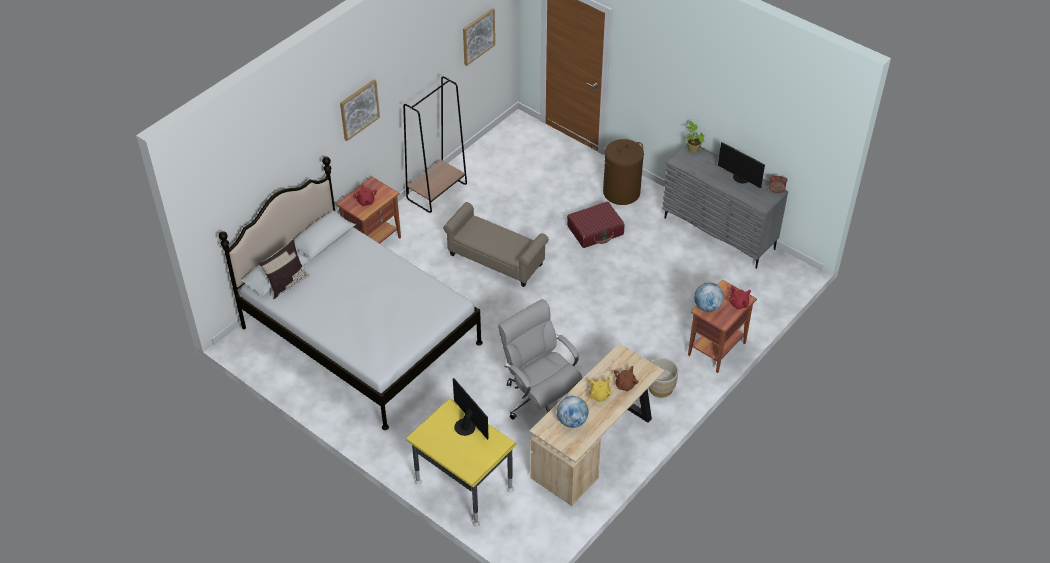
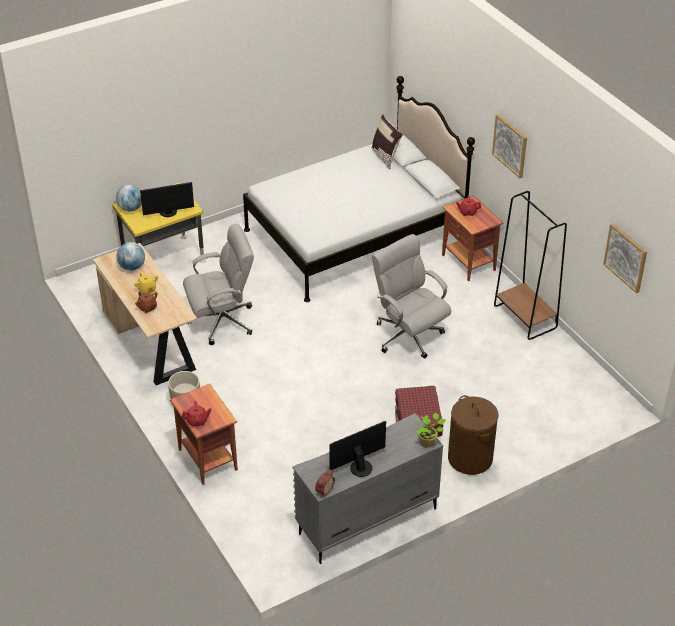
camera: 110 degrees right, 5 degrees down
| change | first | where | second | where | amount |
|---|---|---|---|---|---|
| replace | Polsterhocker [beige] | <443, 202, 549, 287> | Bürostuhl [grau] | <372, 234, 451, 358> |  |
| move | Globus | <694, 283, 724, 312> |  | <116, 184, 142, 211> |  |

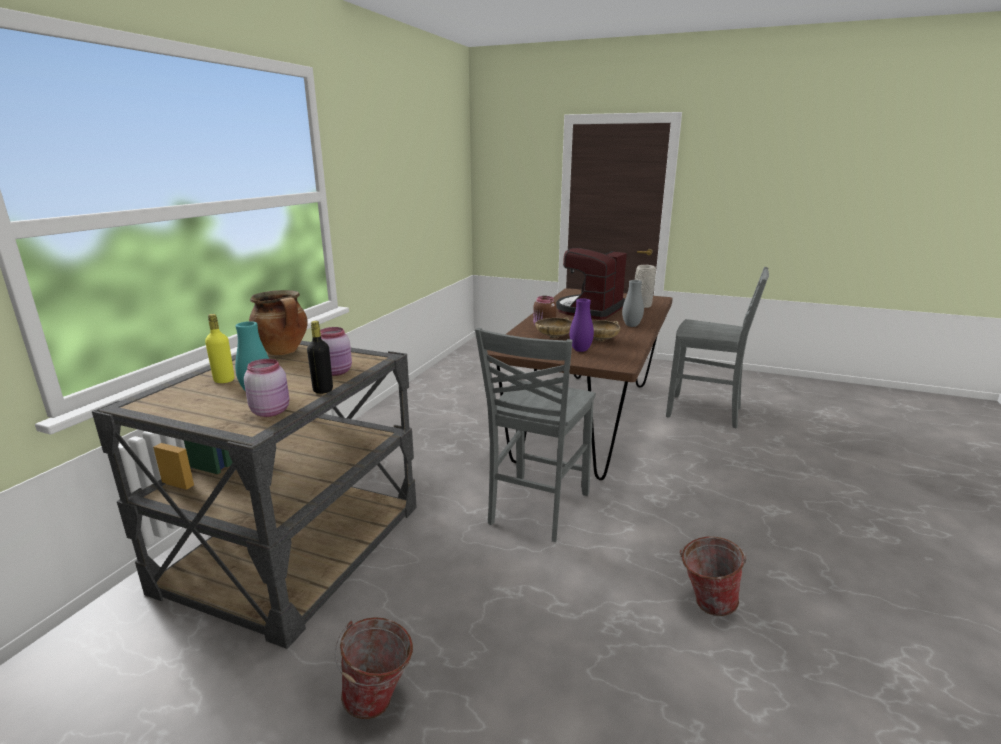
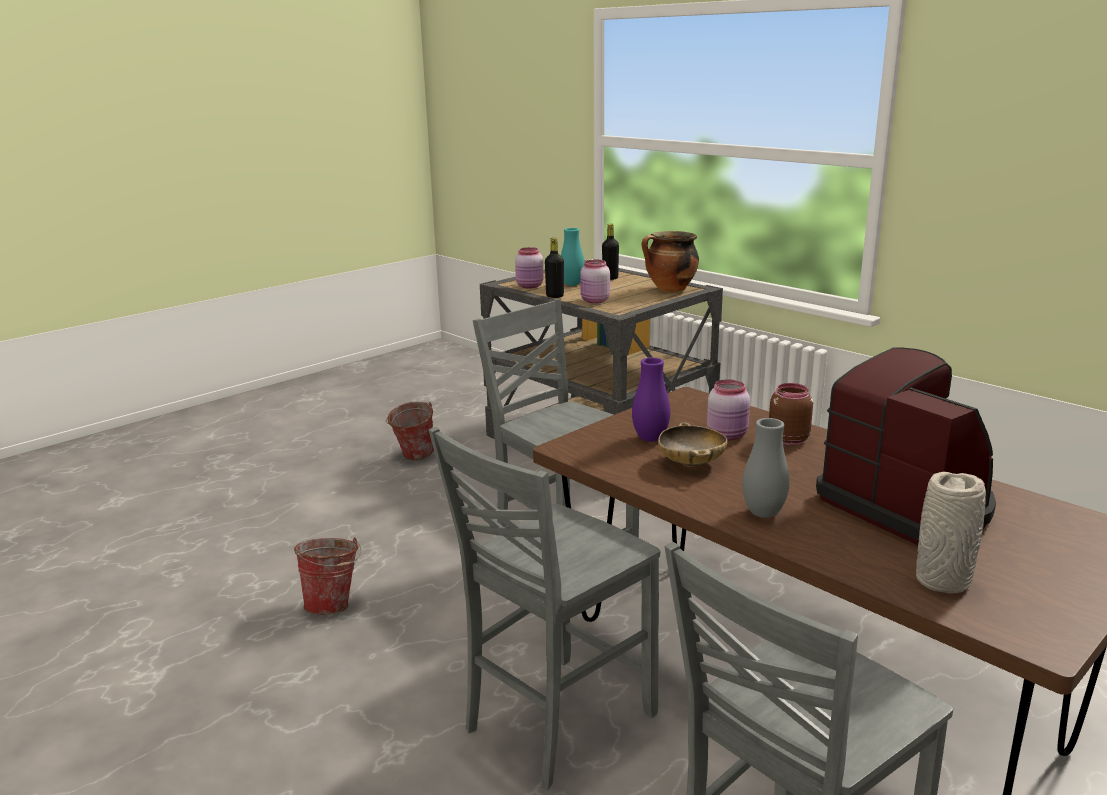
camera: 115 degrees right, 0 degrees up
| change | first | where | second | where | amount |
|---|---|---|---|---|---|
| recolor | Flasche [gelb] | <205, 314, 234, 383> | Flasche [schwarz] | <602, 224, 619, 280> |  |
| replace | Schüssel [beige] | <535, 317, 572, 339> | Vorratsglas [rosa] | <707, 379, 750, 441> |  |
| insert |  |  | Stuhl [grau] | <429, 427, 660, 790> |  |

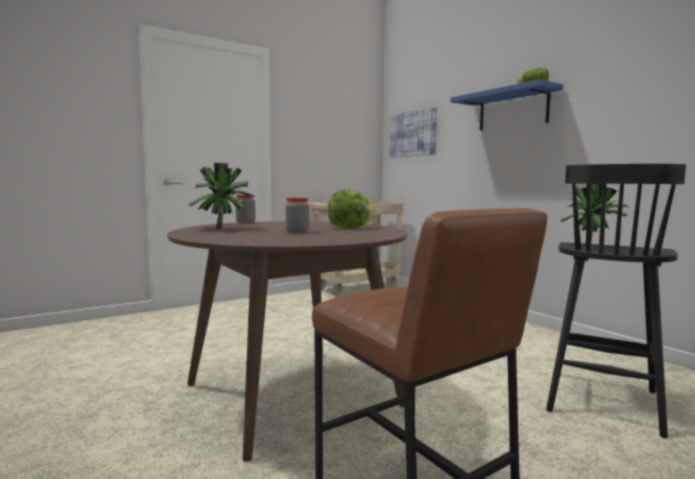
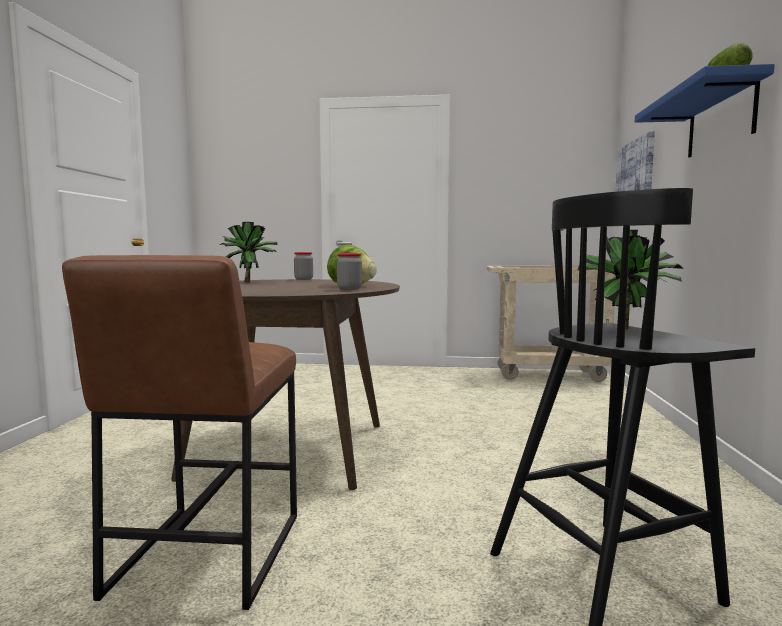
camera: 40 degrees right, 0 degrees up
| change | first | where | second | where | amount |
|---|---|---|---|---|---|
| move | Vorratsglas | <286, 197, 309, 233> |  | <337, 253, 362, 290> |  |

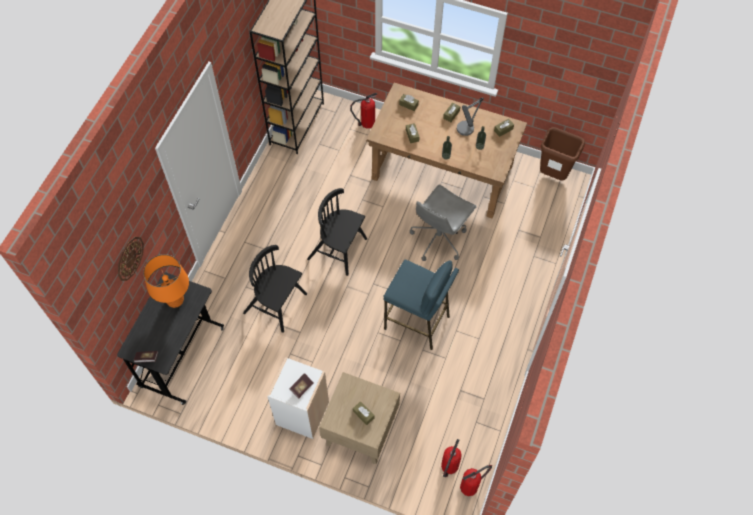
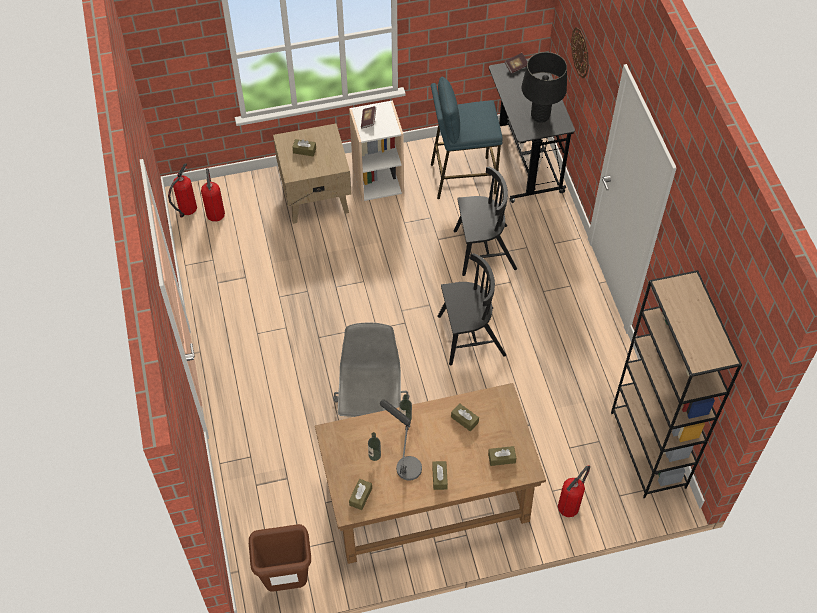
camera: 145 degrees right, 5 degrees down
| change | first | where | second | where | amount |
|---|---|---|---|---|---|
| recolor | Tischlampe [orange] | <143, 254, 189, 308> | Tischlampe [schwarz] | <522, 52, 567, 122> |  |
| move | Hocker [blau] | <383, 260, 459, 350> |  | <431, 77, 503, 199> |  |

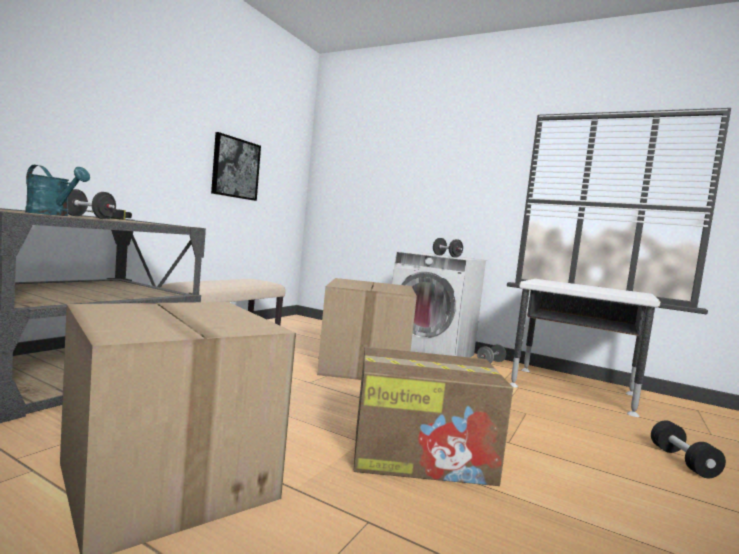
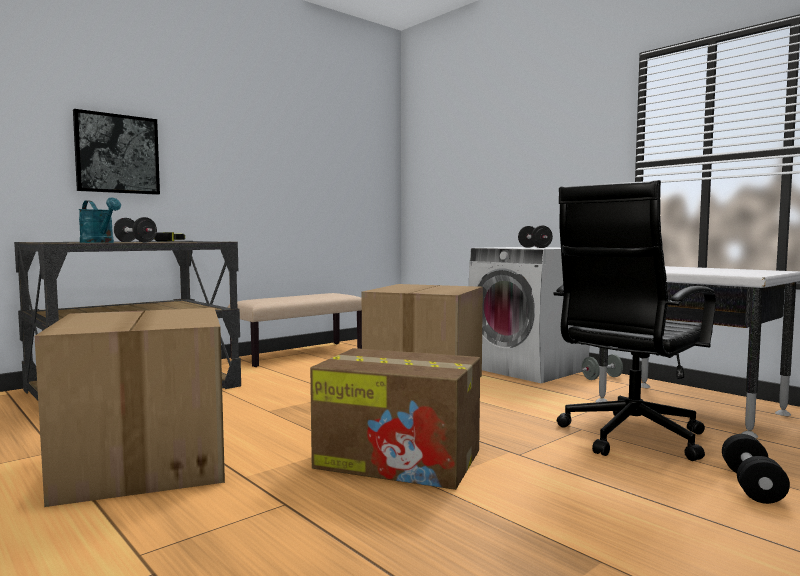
camera: 20 degrees right, 0 degrees up
| change | first | where | second | where | amount |
|---|---|---|---|---|---|
| move | Bild | <211, 132, 261, 201> |  | <73, 109, 160, 195> |  |
| insert |  |  | Bürostuhl [schwarz] | <553, 180, 716, 461> |  |

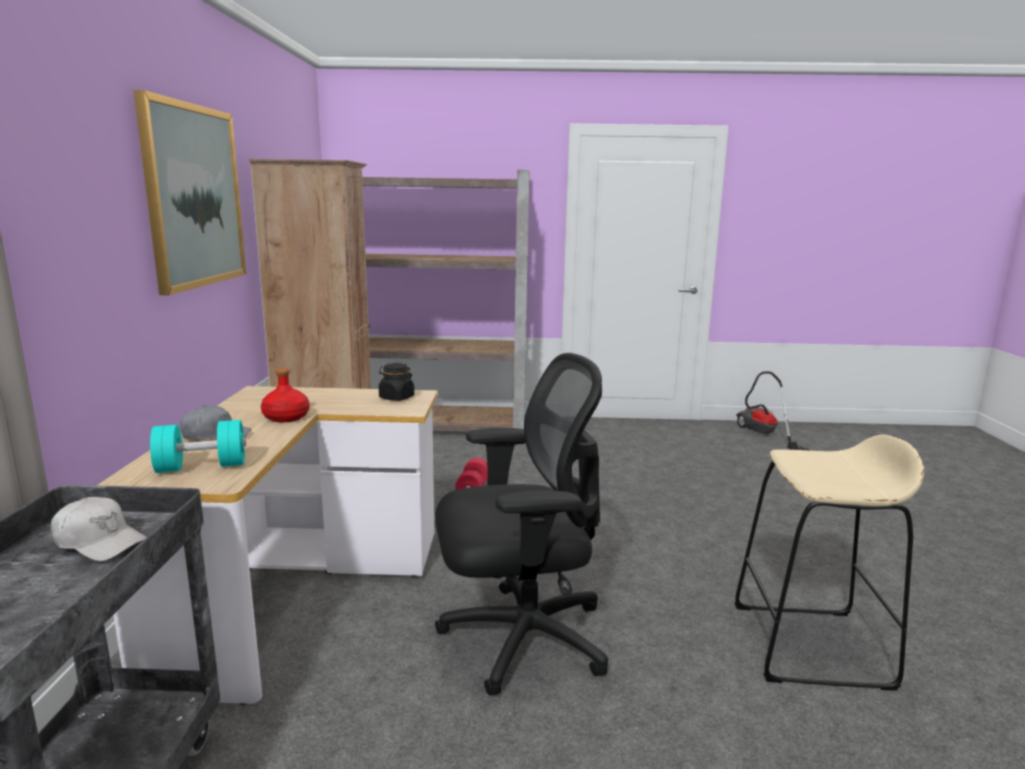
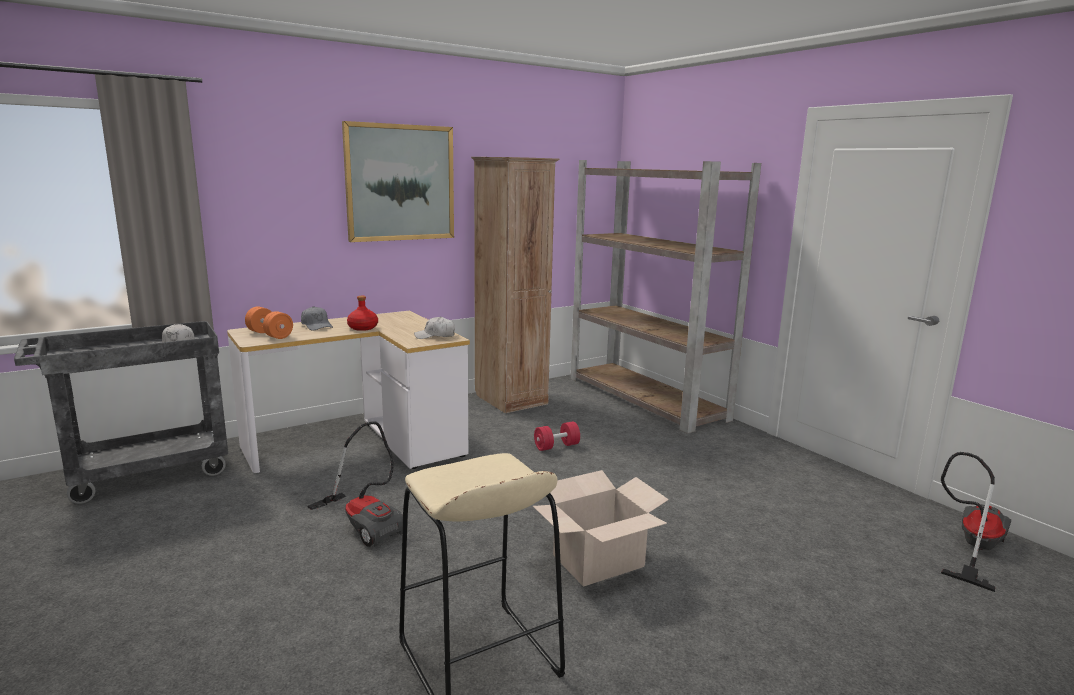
camera: 55 degrees right, 0 degrees up
| change | first | where | second | where | amount |
|---|---|---|---|---|---|
| replace | Bürostuhl [schwarz] | <435, 353, 608, 696> | Staubsauger | <307, 421, 403, 547> |  |
| replace | Vorratsglas [schwarz] | <379, 363, 414, 401> | Kappe [weiß] | <414, 317, 455, 339> |  |
| recolor | Hantel [türkis] | <150, 420, 246, 473> | Hantel [orange] | <245, 307, 293, 339> |  |
| insert |  |  | Karton | <533, 470, 669, 587> |  |

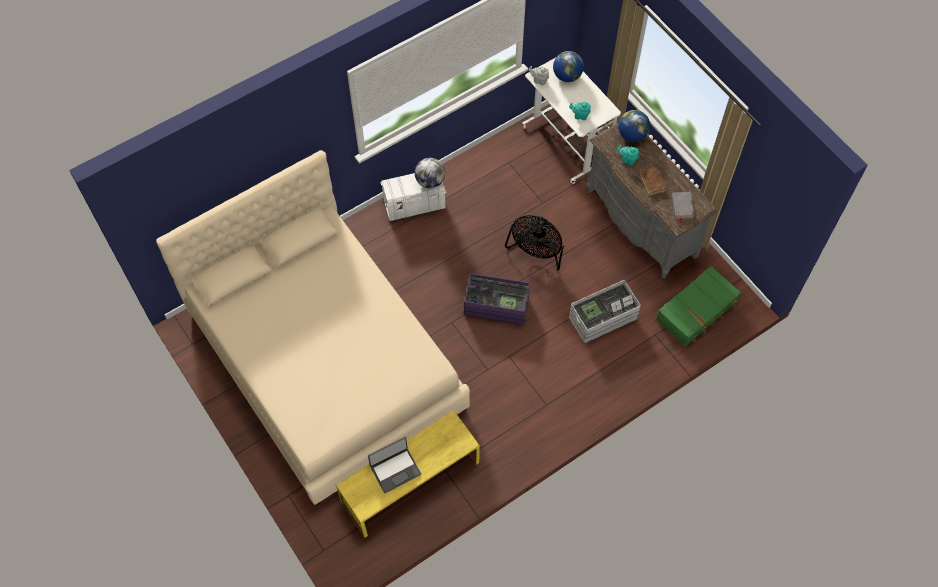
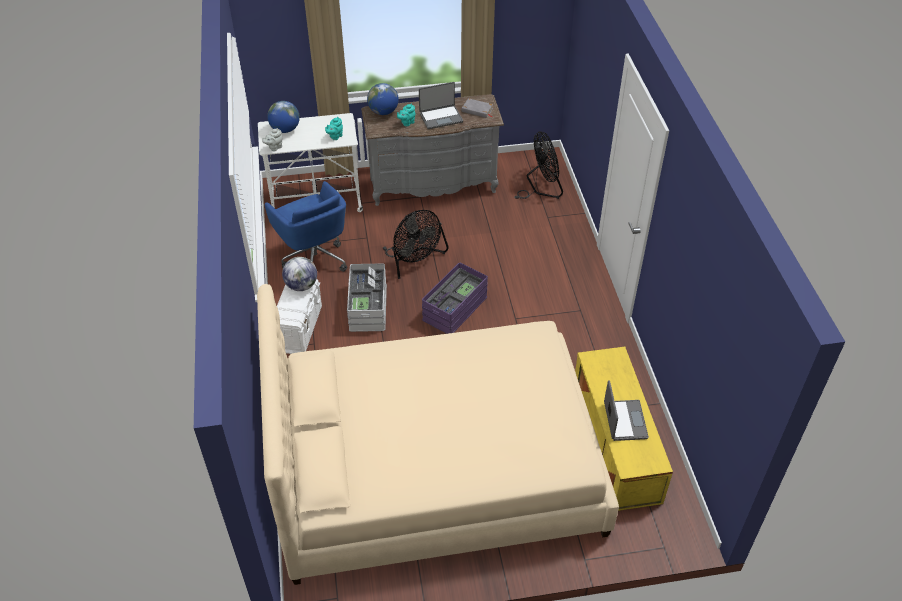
camera: 65 degrees left, 15 degrees down
| change | first | where | second | where | amount |
|---|---|---|---|---|---|
| replace | Buch [braun] | <639, 167, 667, 196> | Laptop | <419, 82, 463, 129> |  |
| replace | Koffer [grün] | <656, 266, 741, 347> | Ventilator [schwarz] | <514, 131, 563, 199> |  |
| move | Aufbewahrungsbox [grau] | <569, 280, 641, 343> |  | <347, 263, 387, 332> |  |
| insert |  |  | Bürostuhl [blau] | <265, 181, 347, 272> |  |

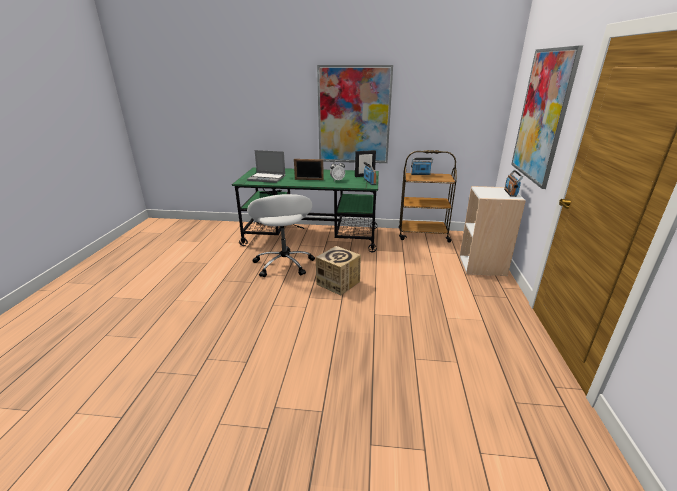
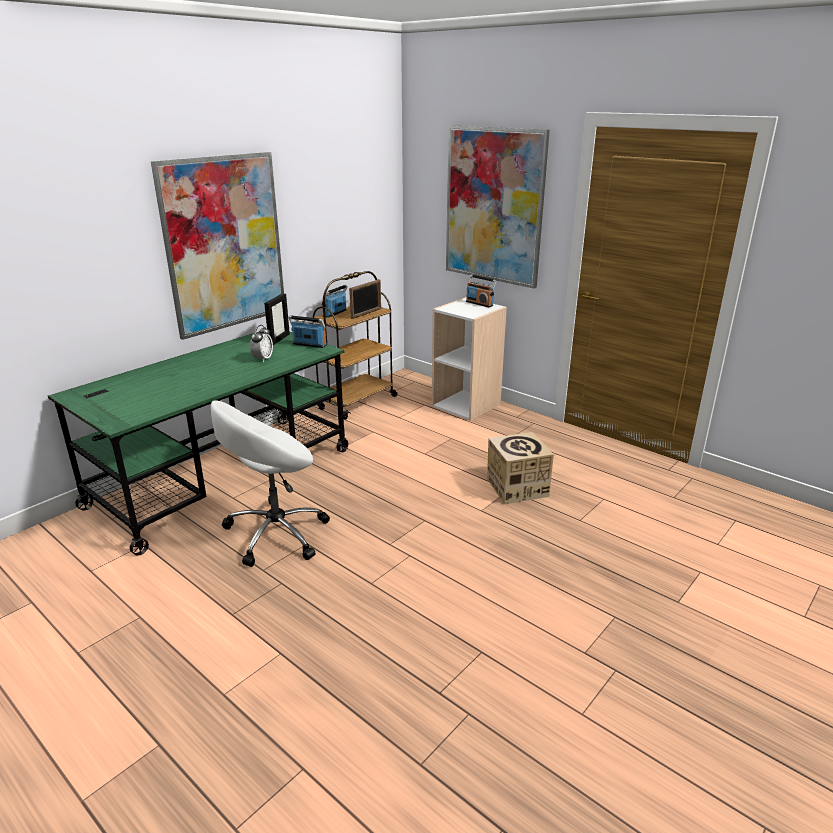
camera: 55 degrees left, 0 degrees up
| change | first | where | second | where | amount |
|---|---|---|---|---|---|
| delete | Laptop | <247, 150, 286, 183> |  |  |  |
| move | Bilderrahmen | <294, 159, 324, 180> |  | <349, 279, 381, 319> |  |
| rotate | Bürostuhl [weiß] | <247, 194, 315, 277> |  | <211, 400, 330, 567> | 120 degrees clockwise |
| move | Karton | <316, 246, 361, 296> |  | <487, 432, 554, 504> |  |

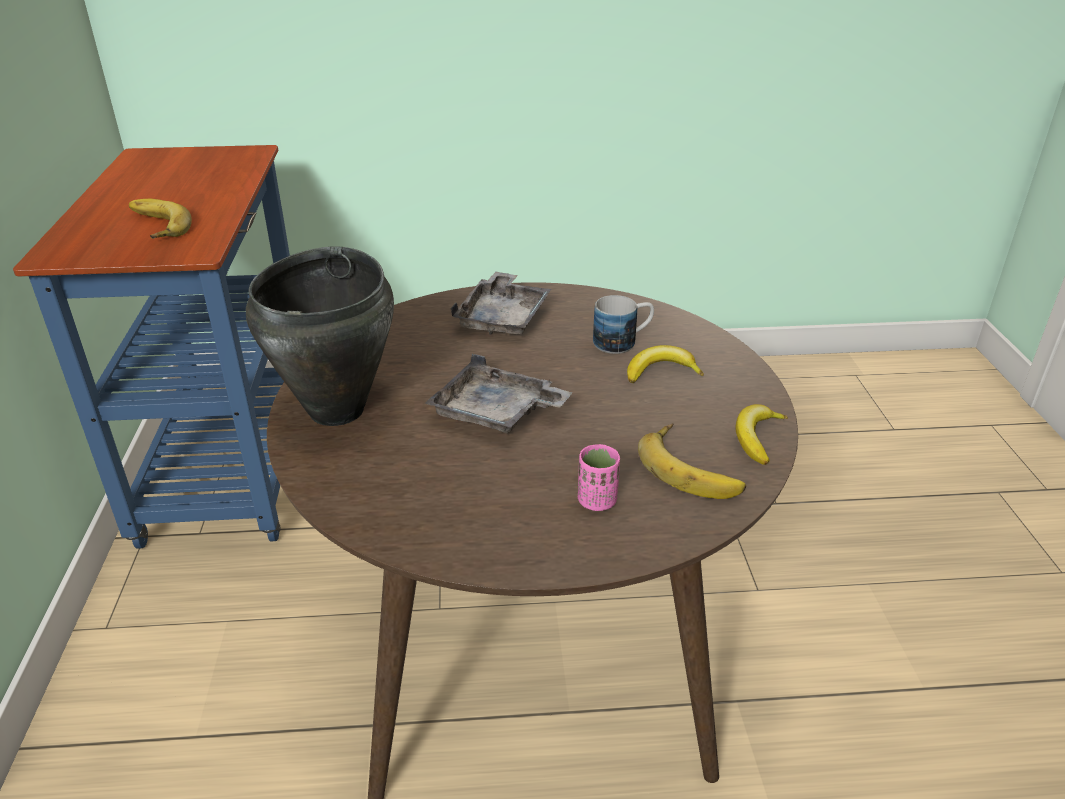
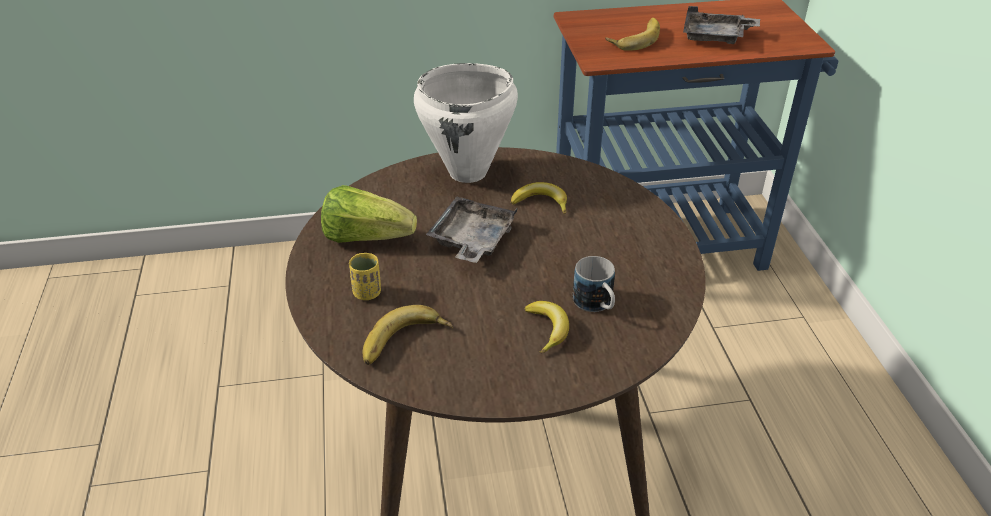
camera: 85 degrees right, 5 degrees up
| change | first | where | second | where | amount |
|---|---|---|---|---|---|
| recolor | Kochtopf [schwarz] | <246, 246, 394, 426> | Kochtopf [weiß] | <414, 63, 518, 183> |  |
| move | Tablett [grau] | <451, 271, 551, 335> |  | <683, 6, 760, 44> |  |
| move | Banane | <735, 404, 788, 465> |  | <511, 182, 567, 214> |  |
| recolor | Tasse [rosa] | <578, 444, 620, 511> | Tasse [gelb] | <349, 253, 381, 300> |  |
| insert |  |  | Salatkopf | <321, 185, 417, 243> |  |

